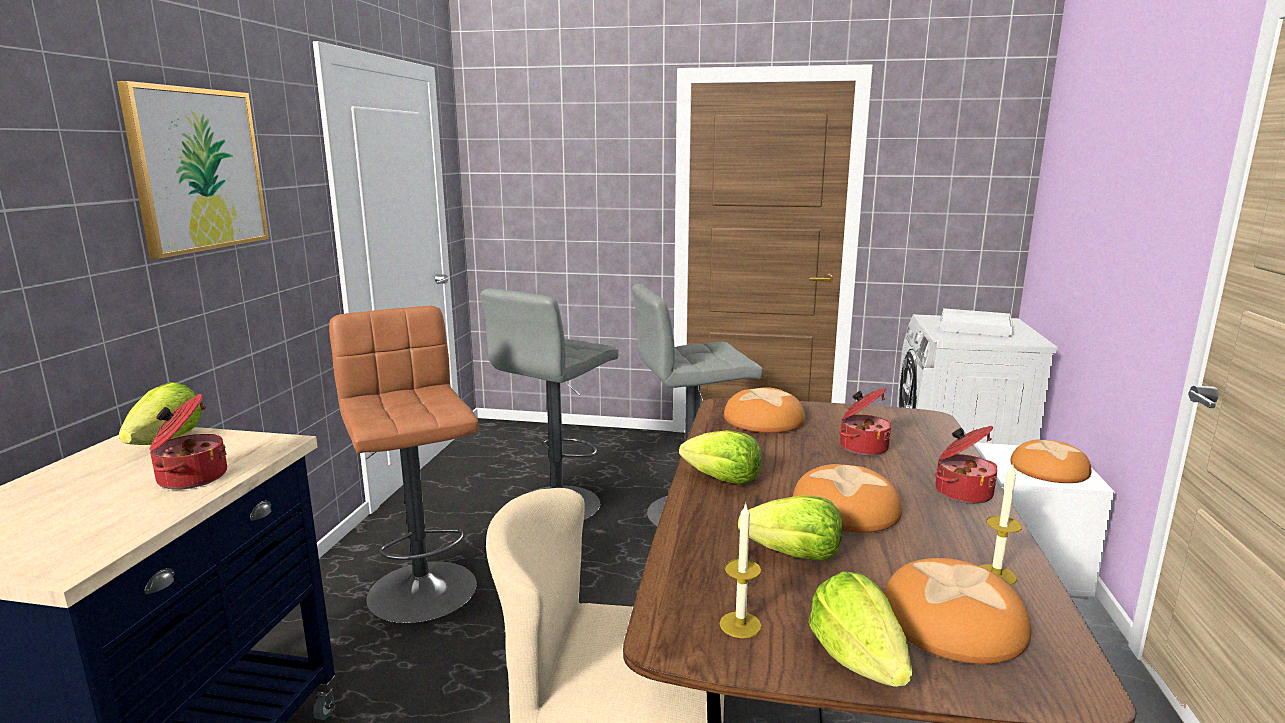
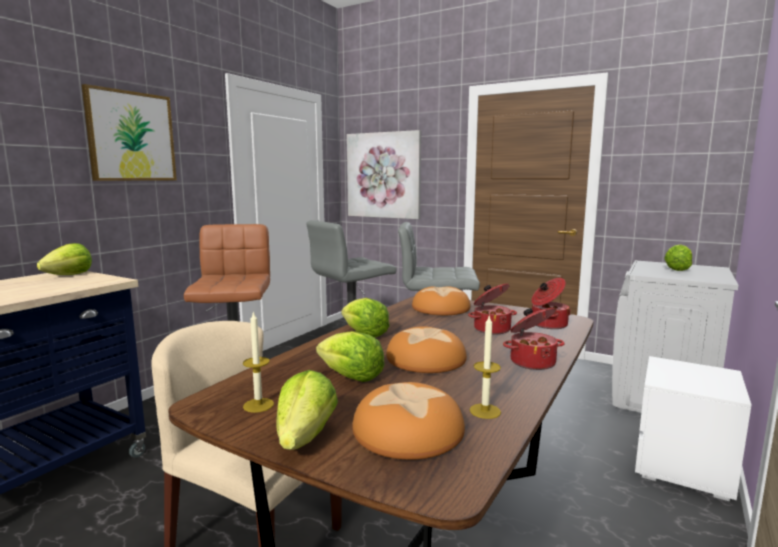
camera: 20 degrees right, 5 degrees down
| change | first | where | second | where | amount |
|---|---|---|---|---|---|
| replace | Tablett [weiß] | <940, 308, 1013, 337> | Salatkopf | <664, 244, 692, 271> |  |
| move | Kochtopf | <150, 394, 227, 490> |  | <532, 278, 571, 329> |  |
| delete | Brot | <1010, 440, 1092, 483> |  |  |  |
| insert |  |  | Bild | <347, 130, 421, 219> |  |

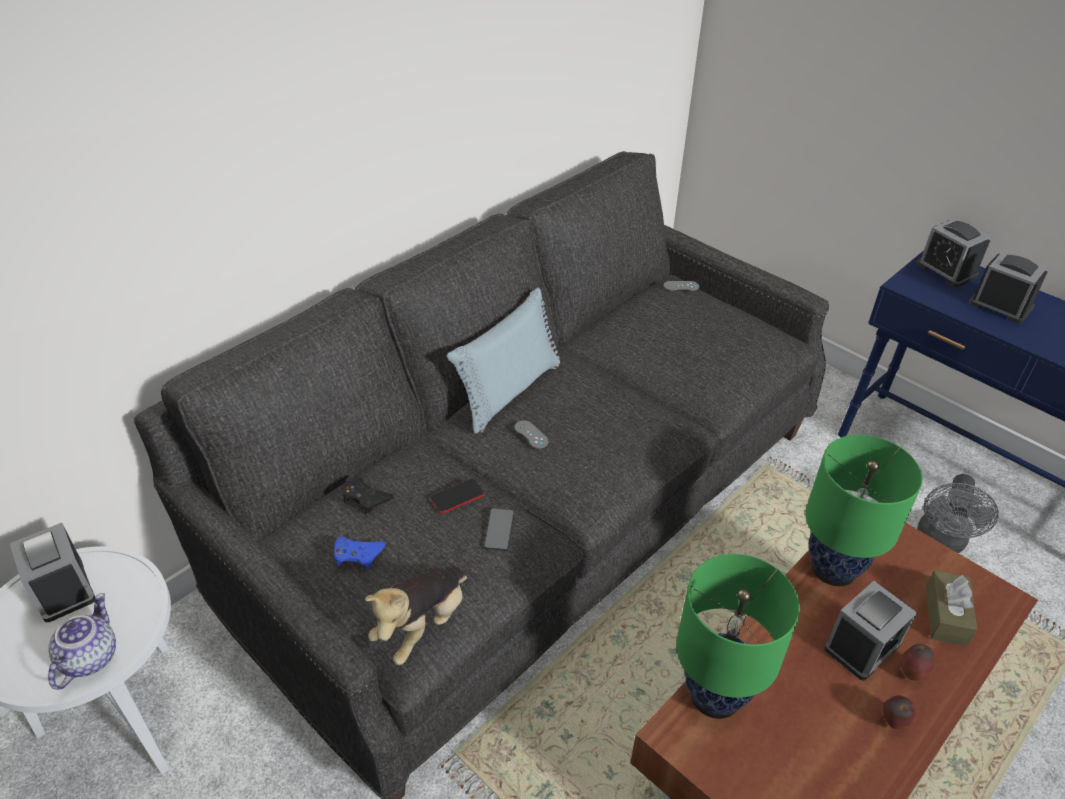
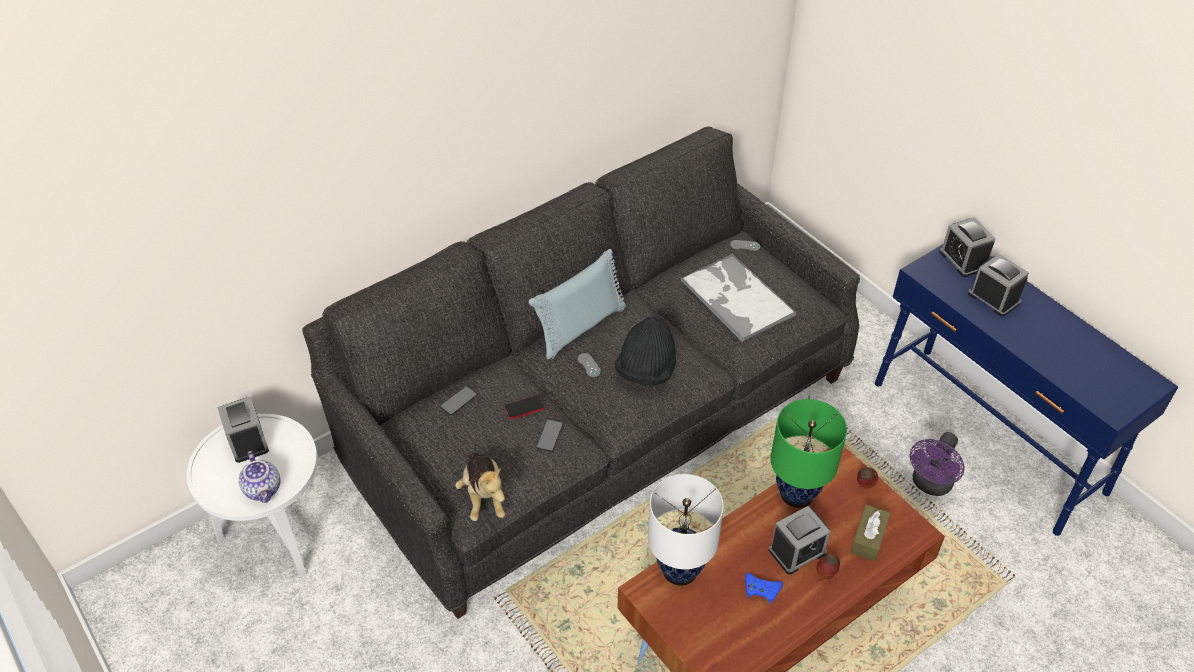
camera: 10 degrees right, 5 degrees up
| change | first | where | second | where | amount |
|---|---|---|---|---|---|
| recolor | Ventilator [grau] | <917, 474, 999, 553> | Ventilator [lila] | <909, 432, 965, 496> |  |
| replace | Gamepad [schwarz] | <342, 477, 394, 514> | Handy | <440, 386, 478, 415> |  |
| move | Gamepad [blau] | <334, 536, 386, 570> |  | <745, 573, 783, 604> |  |
| recolor | Tischlampe [grün] | <676, 554, 800, 719> | Tischlampe [weiß] | <648, 474, 724, 585> |  |
| rotate | Plüschtier | <365, 567, 469, 665> |  | <455, 453, 505, 521> | 60 degrees counterclockwise |
| rotate | Teekanne | <48, 593, 116, 690> |  | <239, 451, 281, 503> | 135 degrees clockwise |
| move | Apfel | <883, 695, 916, 729> |  | <857, 468, 878, 488> |  |
| insert |  |  | Tablett | <681, 254, 796, 343> |  |
| insert |  |  | Hut [schwarz] | <615, 316, 676, 386> |  |

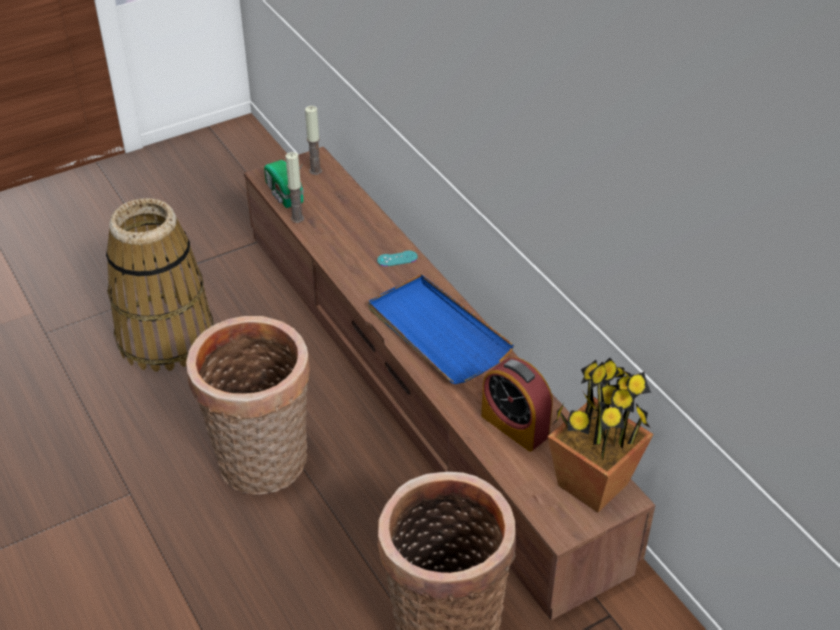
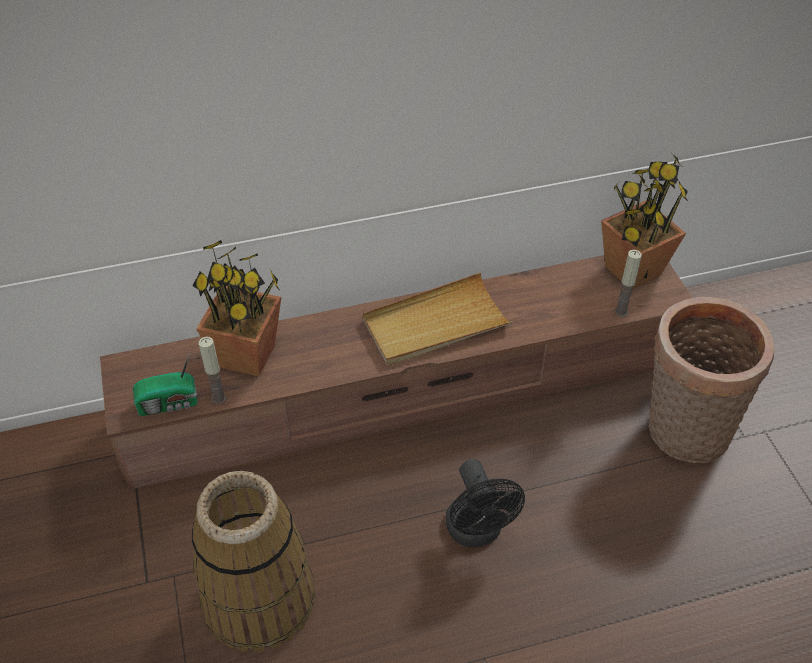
camera: 75 degrees left, 5 degrees up
| change | first | where | second | where | amount |
|---|---|---|---|---|---|
| move | Kerze | <305, 106, 322, 175> |  | <614, 250, 642, 317> |  |
| delete | Gamepad [türkis] | <377, 250, 418, 267> |  |  |  |
| recolor | Tablett [blau] | <368, 274, 514, 384> | Tablett [beige] | <362, 273, 513, 365> |  |
| replace | Korb | <186, 316, 310, 495> | Ventilator [schwarz] | <446, 459, 525, 547> |  |
| delete | Wecker | <481, 357, 553, 452> |  |  |  |
| insert |  |  | Topfpflanze | <192, 240, 281, 377> |  |

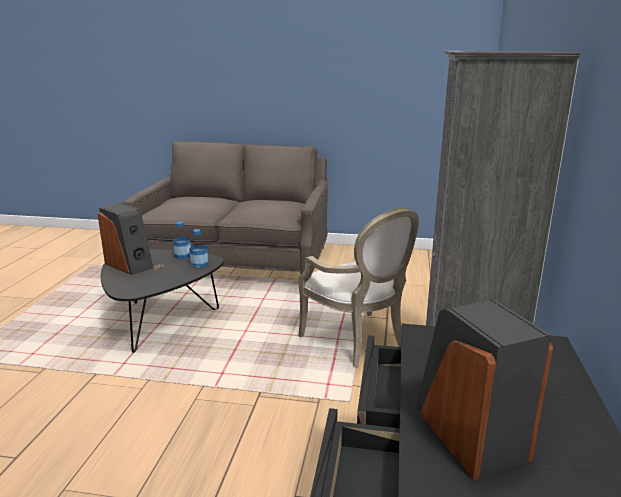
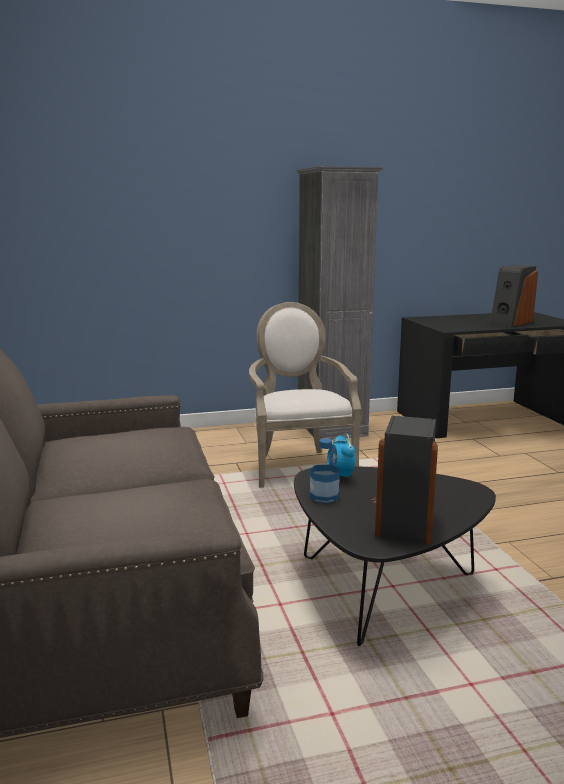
camera: 115 degrees left, 5 degrees down
| change | first | where | second | where | amount |
|---|---|---|---|---|---|
| rotate | Sessel | <298, 208, 419, 368> |  | <249, 302, 362, 488> | 45 degrees counterclockwise |
| replace | Flasche | <189, 229, 208, 268> | Wecker | <327, 433, 355, 483> |  |

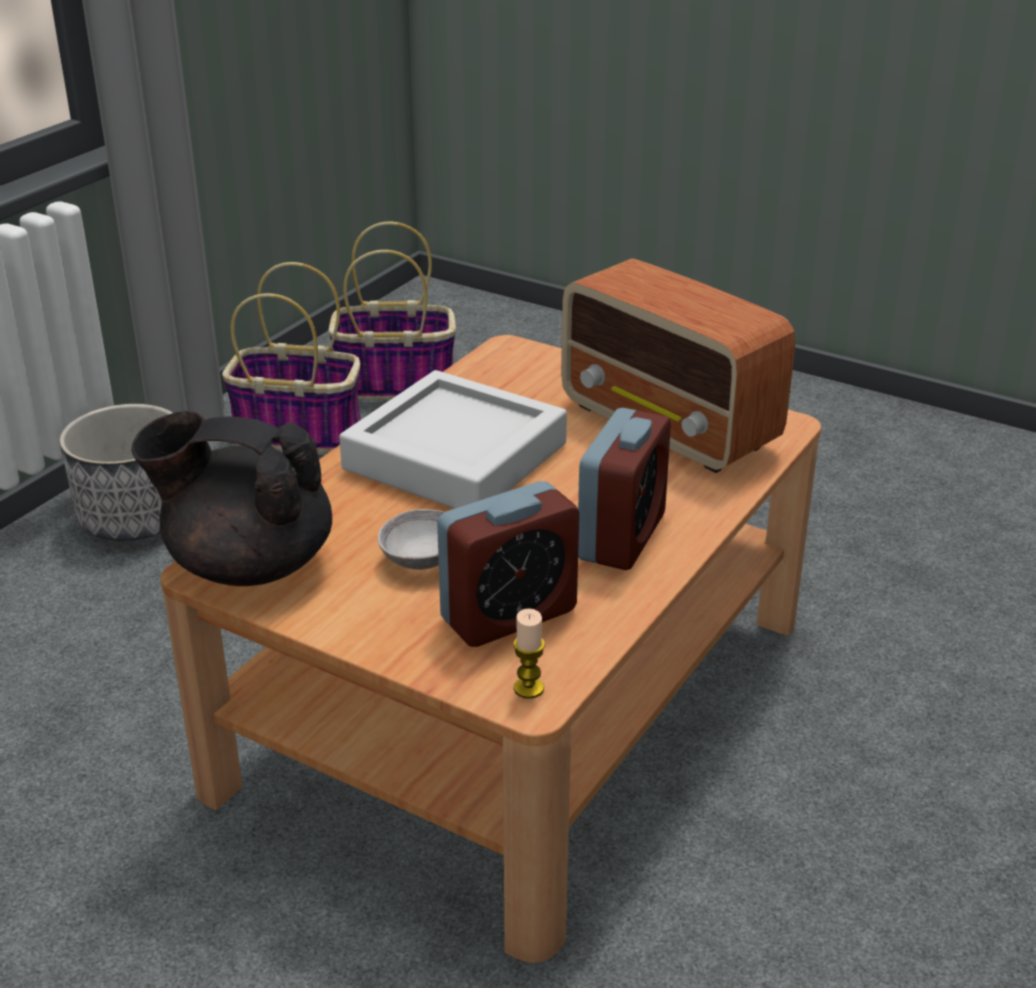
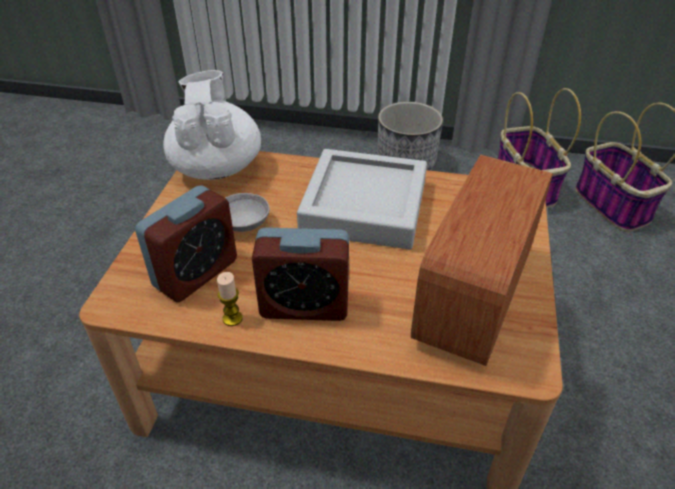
camera: 70 degrees right, 10 degrees up
| change | first | where | second | where | amount |
|---|---|---|---|---|---|
| recolor | Teekanne [schwarz] | <131, 411, 332, 586> | Teekanne [weiß] | <163, 70, 261, 180> |  |
| rotate | Wecker | <437, 481, 579, 647> |  | <135, 185, 237, 302> | 90 degrees counterclockwise |
| move | Kerze | <513, 608, 545, 699> |  | <217, 272, 243, 326> |  |

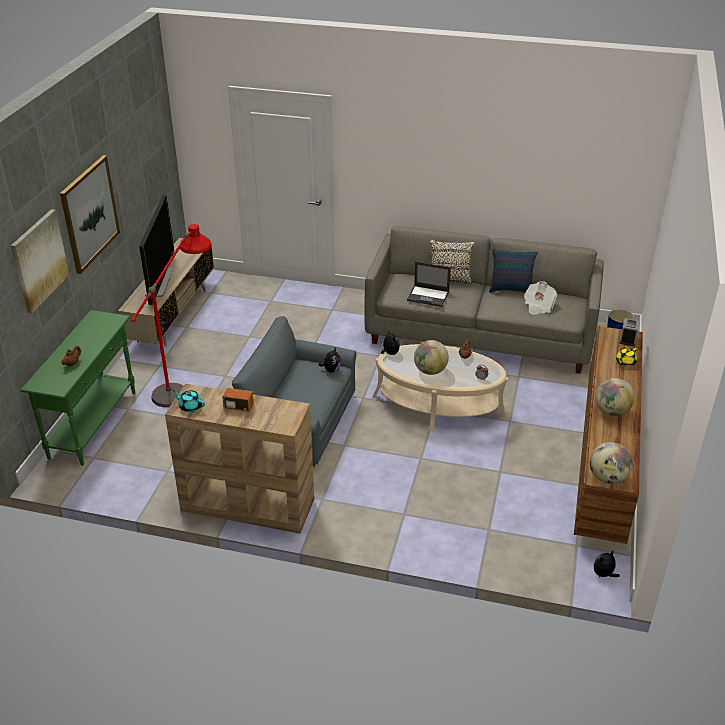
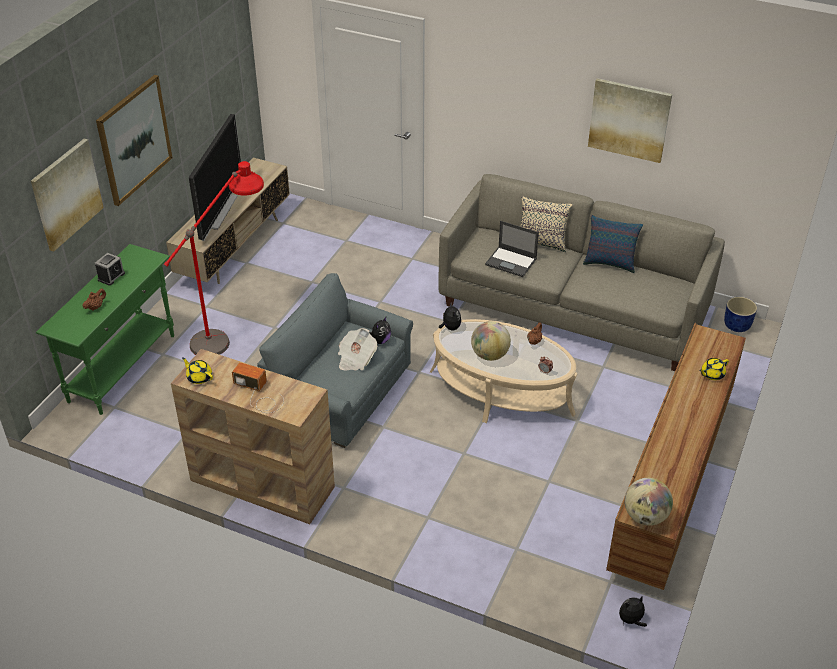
camera: 10 degrees right, 5 degrees up
| change | first | where | second | where | amount |
|---|---|---|---|---|---|
| move | Zeitung | <524, 281, 557, 315> |  | <338, 328, 377, 371> |  |
| move | Wecker | <620, 318, 640, 346> |  | <95, 253, 125, 286> |  |
| delete | Globus | <595, 378, 635, 416> |  |  |  |
| recolor | Teekanne [türkis] | <173, 390, 205, 412> | Teekanne [gelb] | <182, 357, 213, 384> |  |
| insert |  |  | Bild | <588, 78, 672, 163> |  |

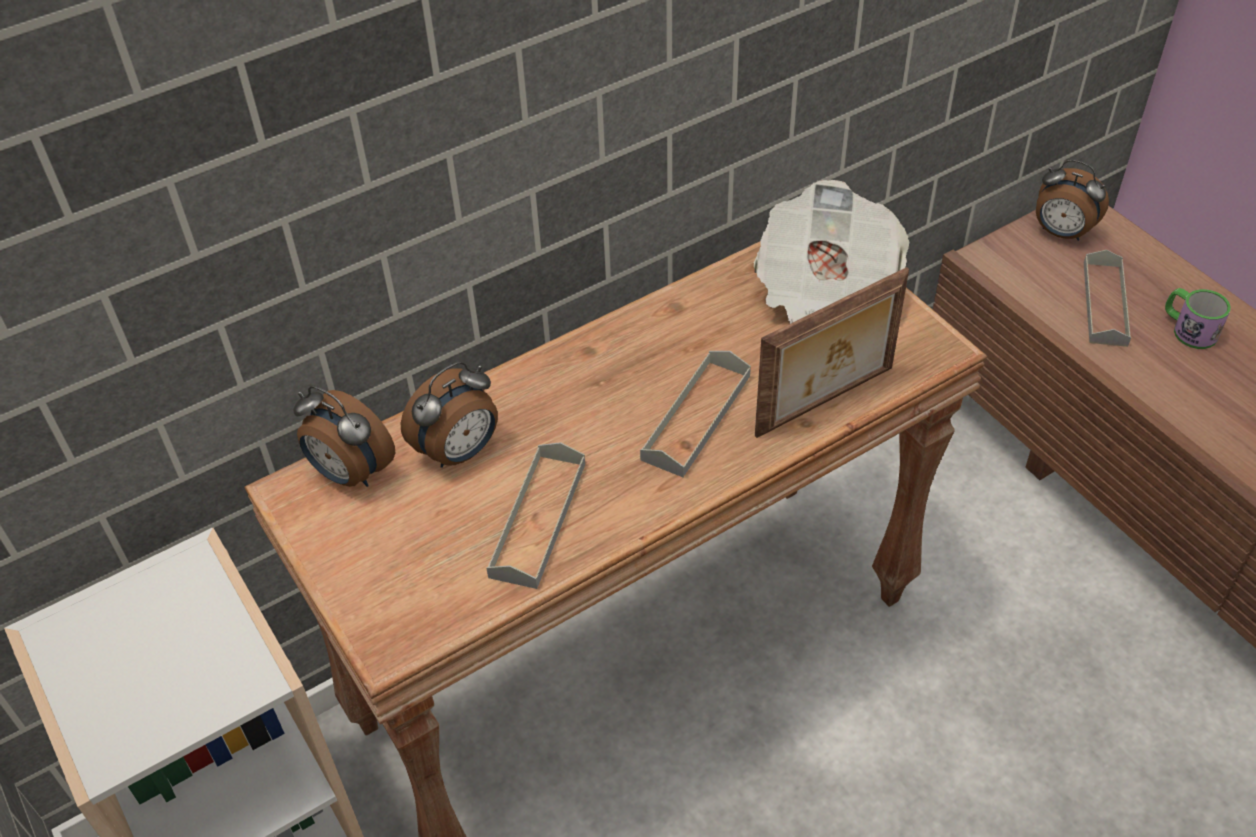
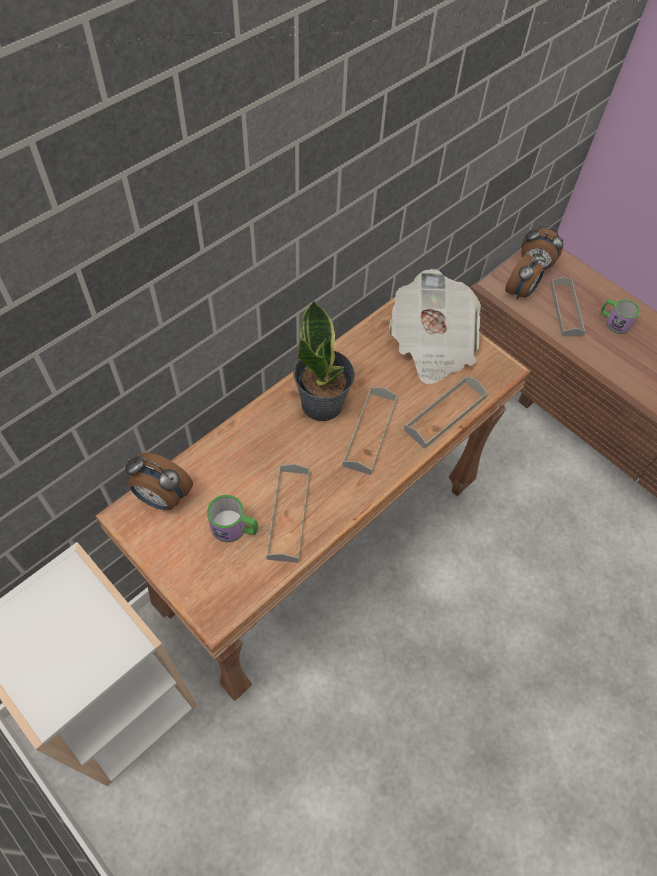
camera: 15 degrees left, 10 degrees up
| change | first | where | second | where | amount |
|---|---|---|---|---|---|
| replace | Bilderrahmen | <755, 267, 909, 438> | Tablett [grau] | <404, 376, 487, 449> |  |
| move | Wecker | <401, 362, 498, 468> |  | <505, 250, 546, 300> |  |
| insert |  |  | Topfpflanze | <293, 301, 355, 421> |  |
| insert |  |  | Henkelbecher | <207, 495, 258, 543> |  |

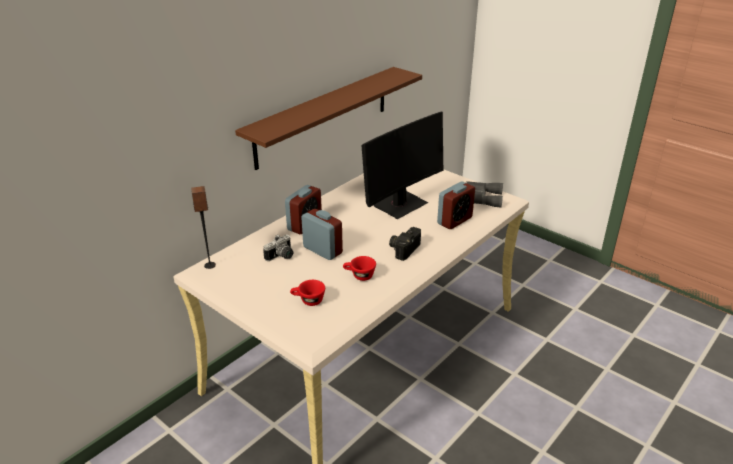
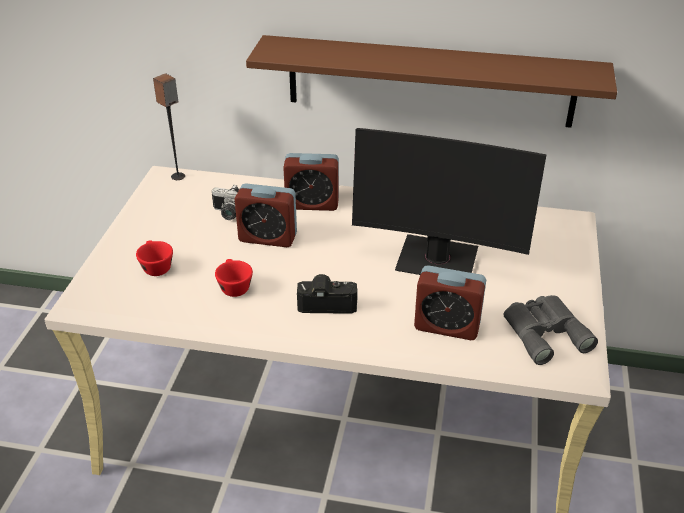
camera: 60 degrees right, 5 degrees up
| change | first | where | second | where | amount |
|---|---|---|---|---|---|
| rotate | Wecker | <301, 209, 343, 260> |  | <234, 183, 297, 247> | 90 degrees clockwise |

